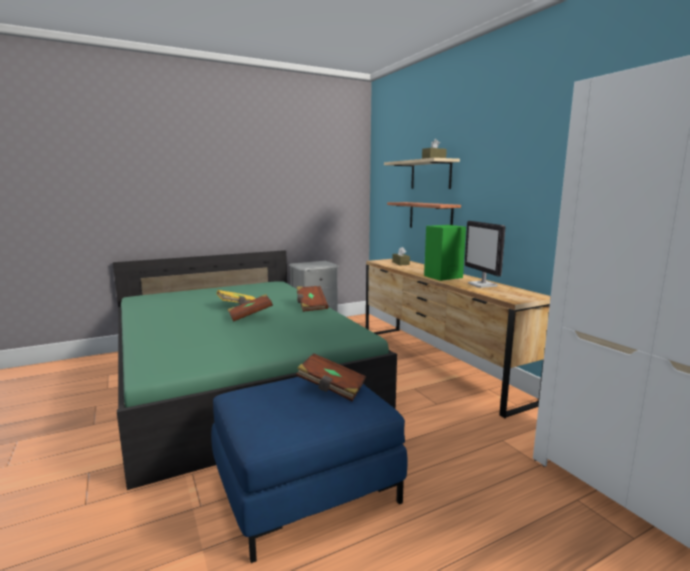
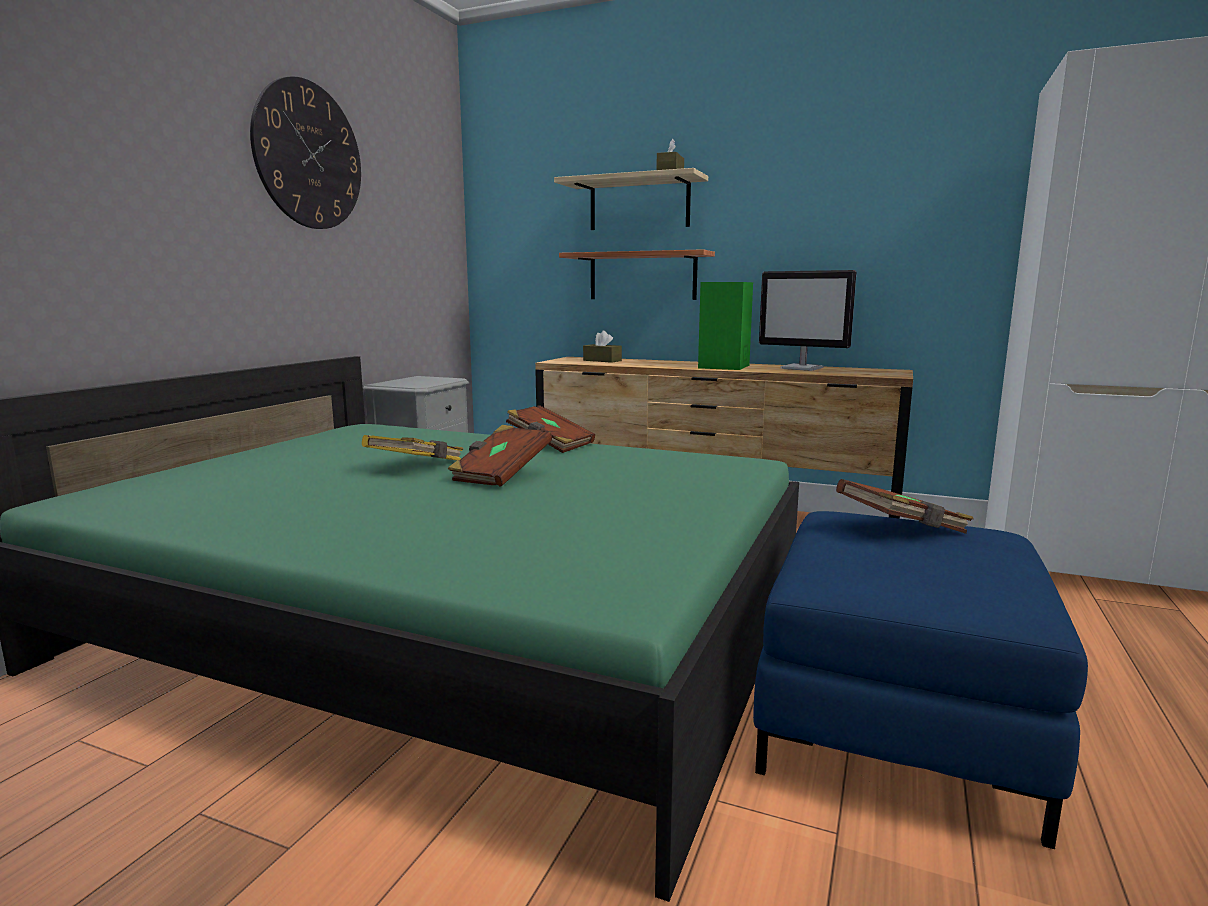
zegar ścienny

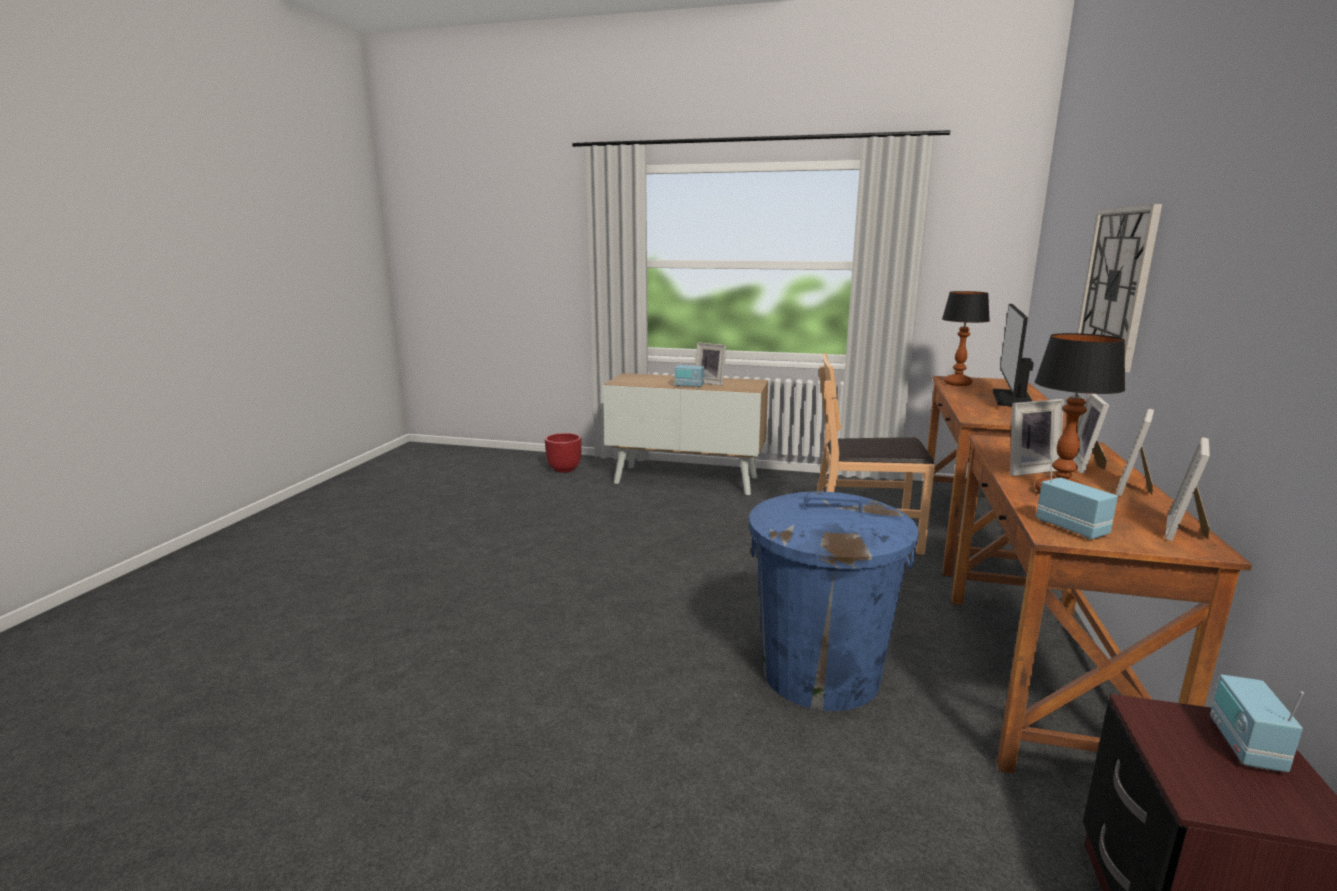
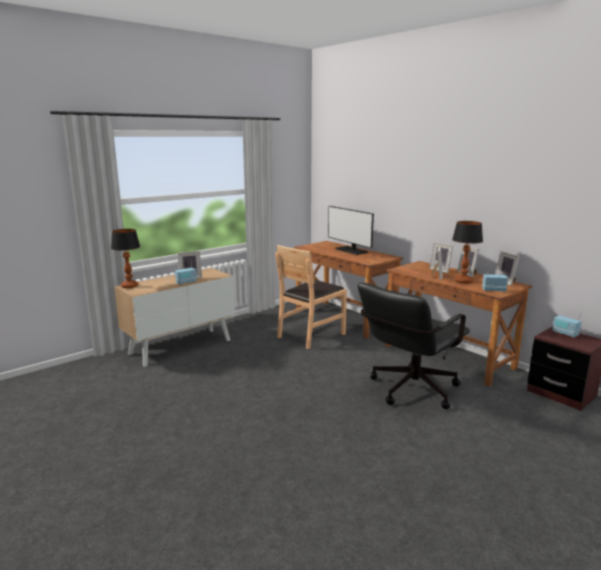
donica [czerwony]; krzesło biurowe [czarny]; lampa stołowa (1st from left); zegar ścienny

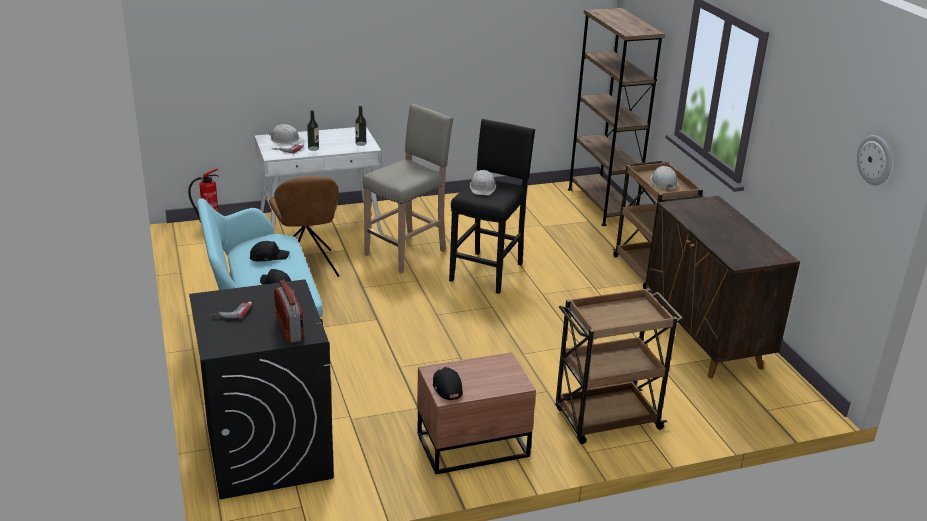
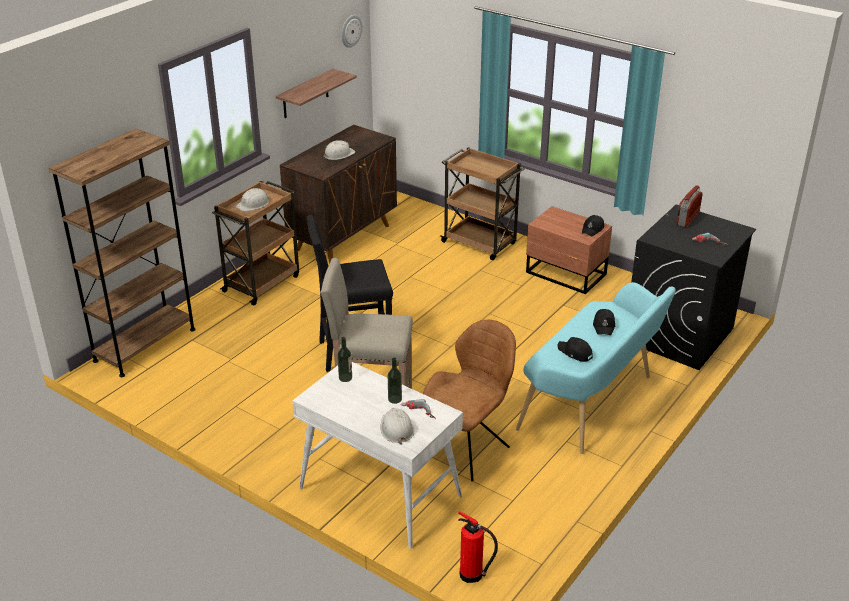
kask [biały] (2nd from left); półka

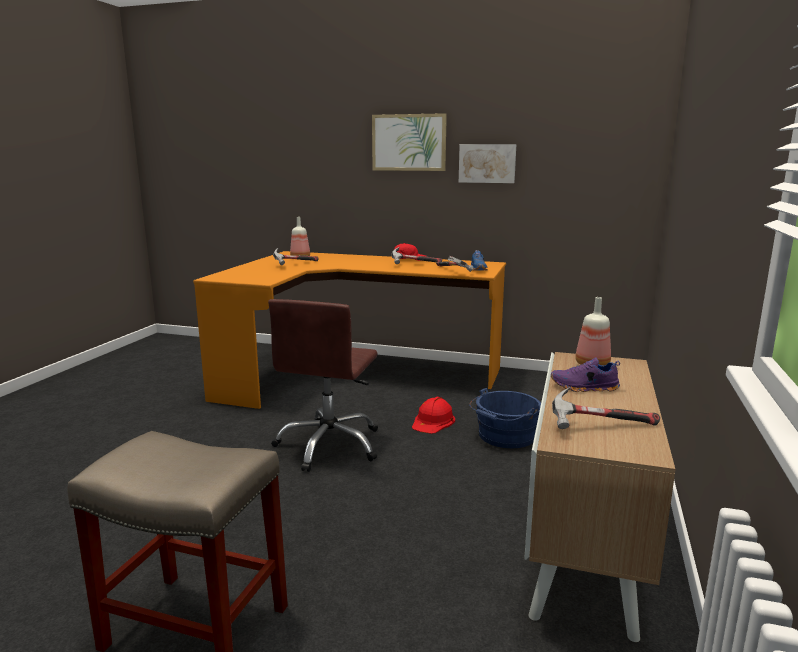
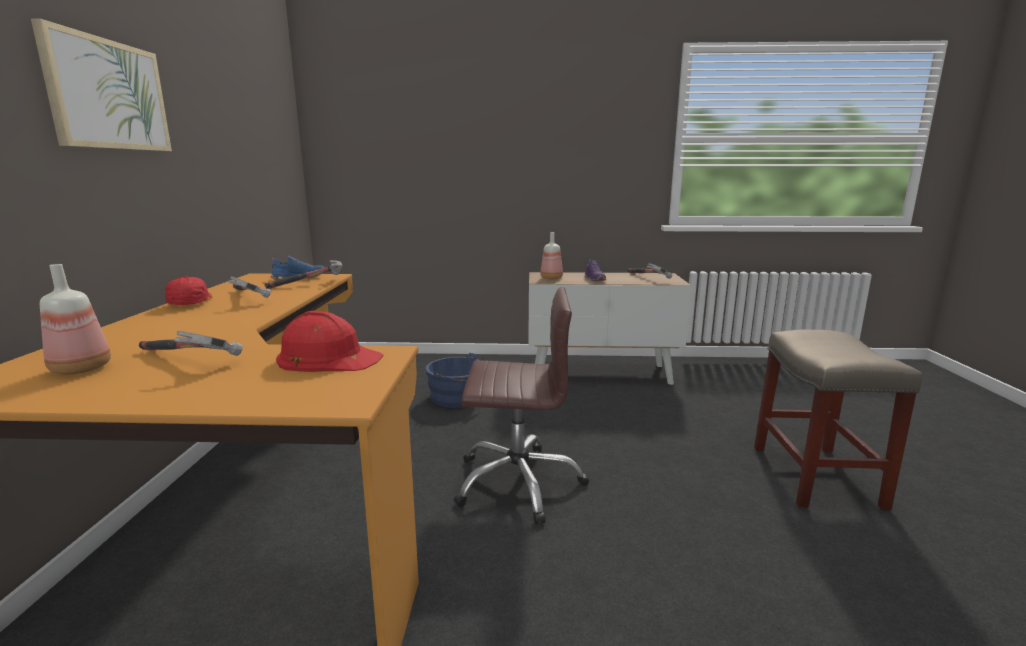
kask [czerwony]; obraz (2nd from left in the first image)

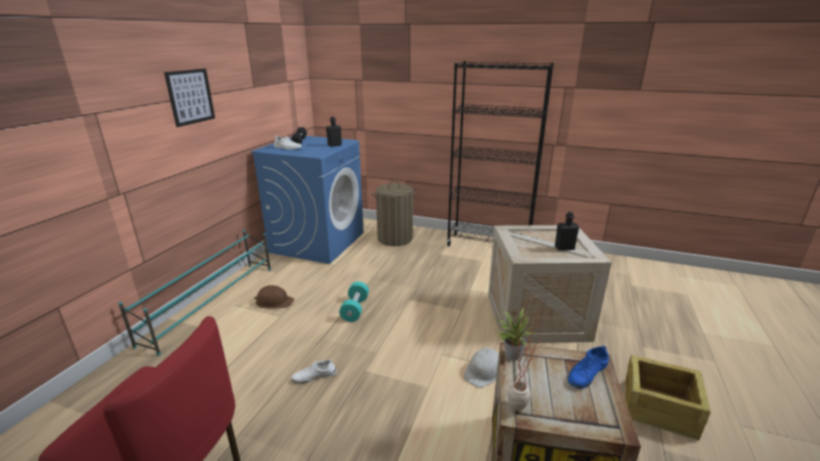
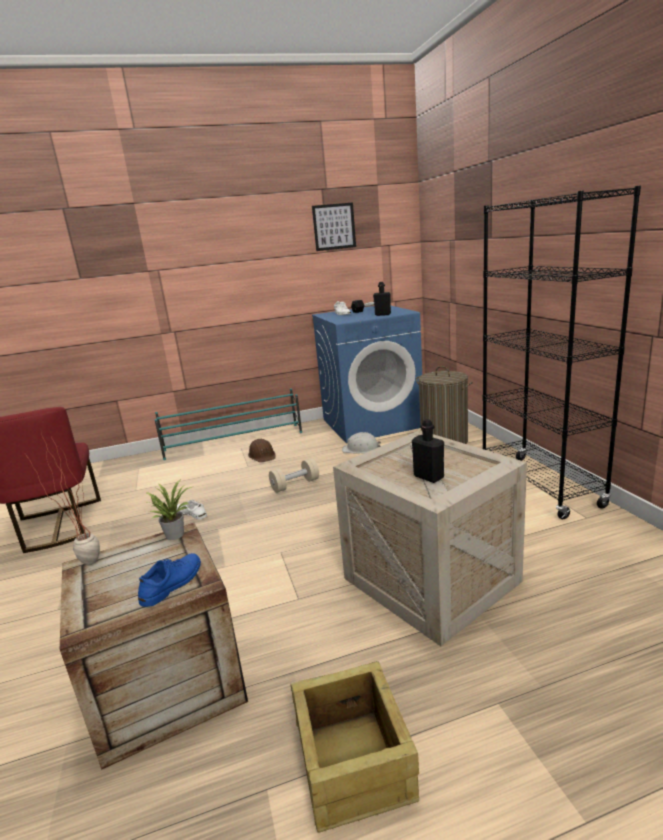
obraz; hantel [beżowy]; kask [biały]; but [niebieski]

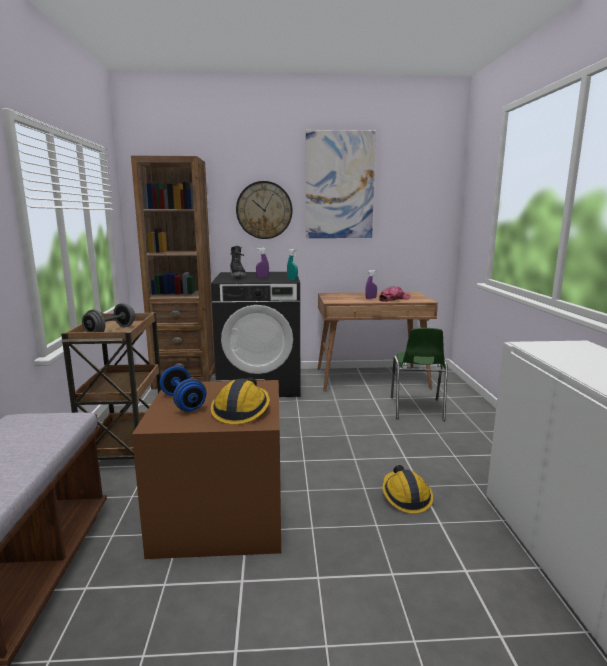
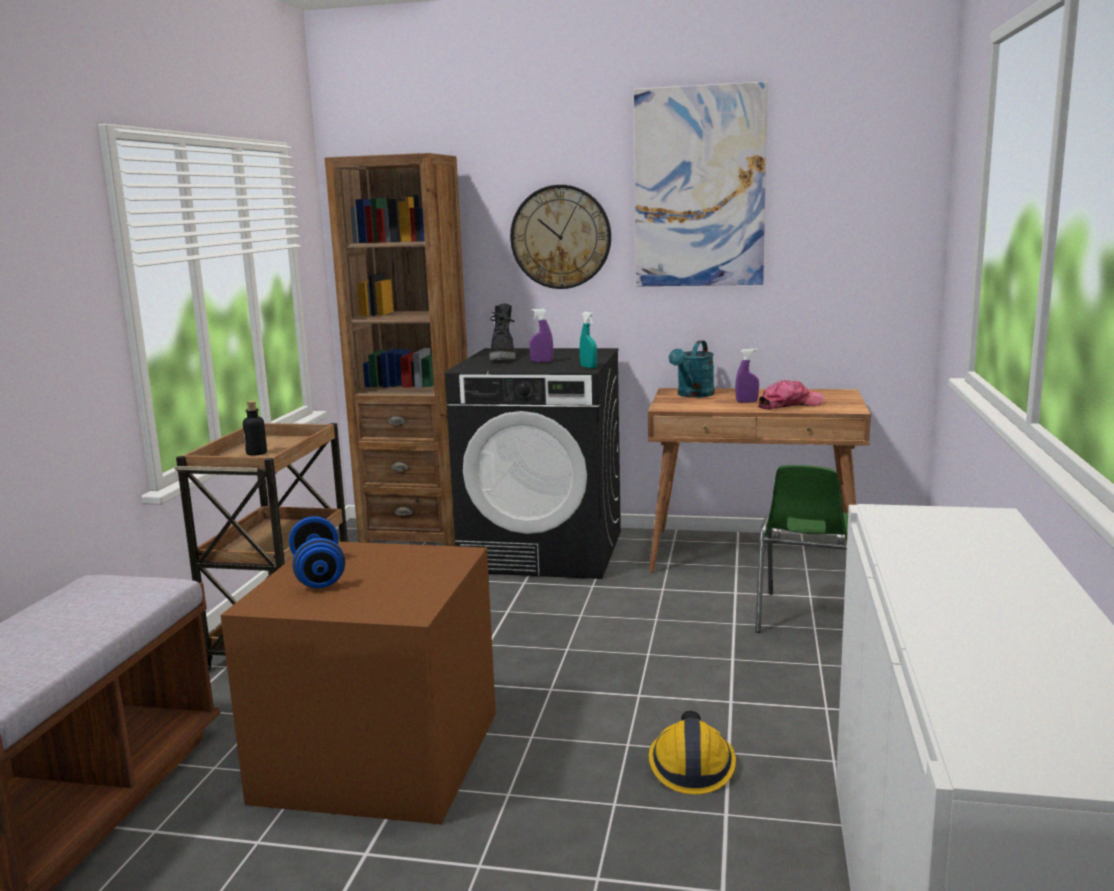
butelka; kask (1st from left in the first image); konewka [turkusowy]

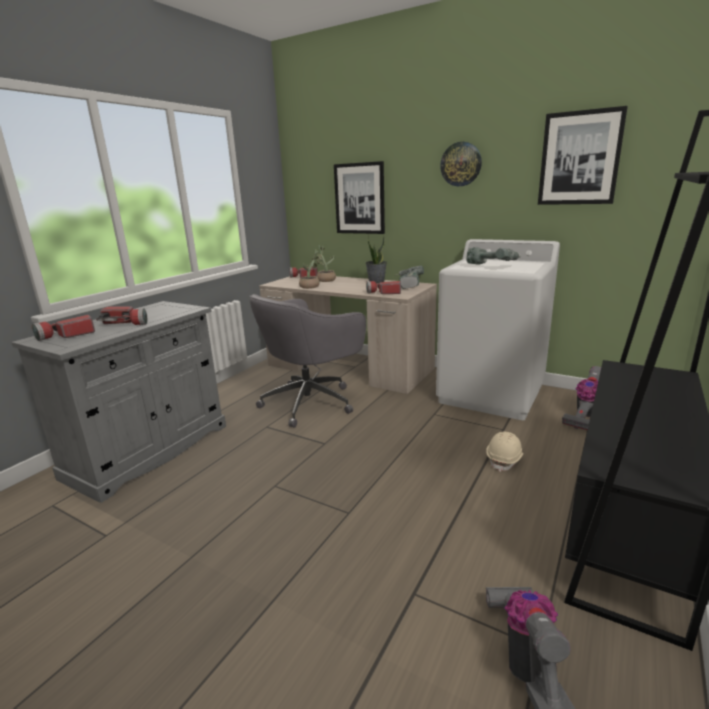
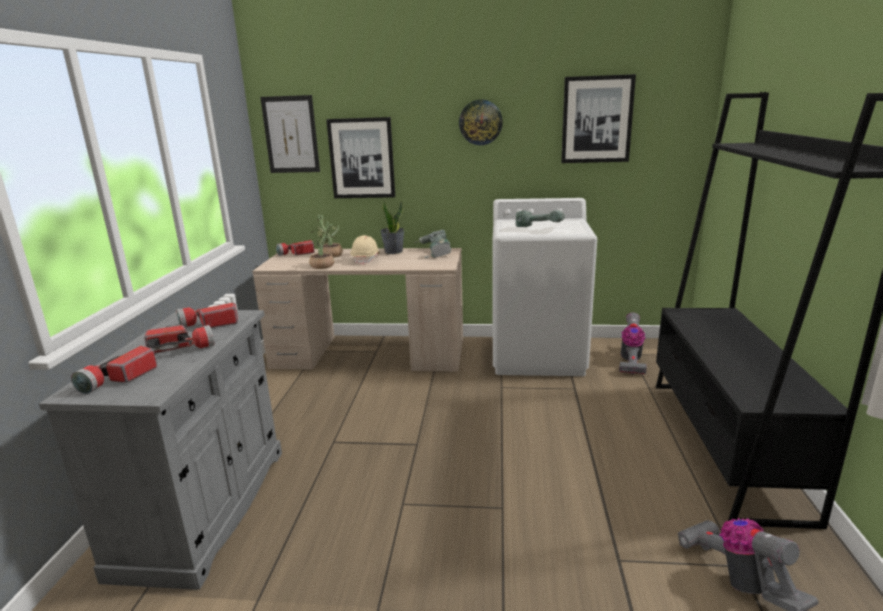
krzesło biurowe [szary]; latarka (3rd from left); kask [beżowy]; obraz (1st from left)

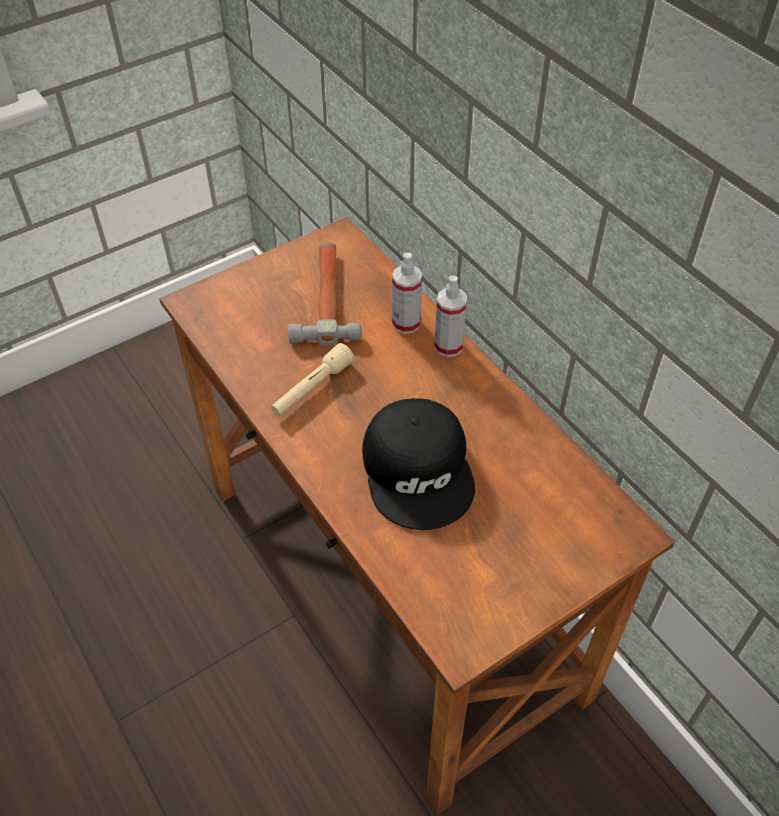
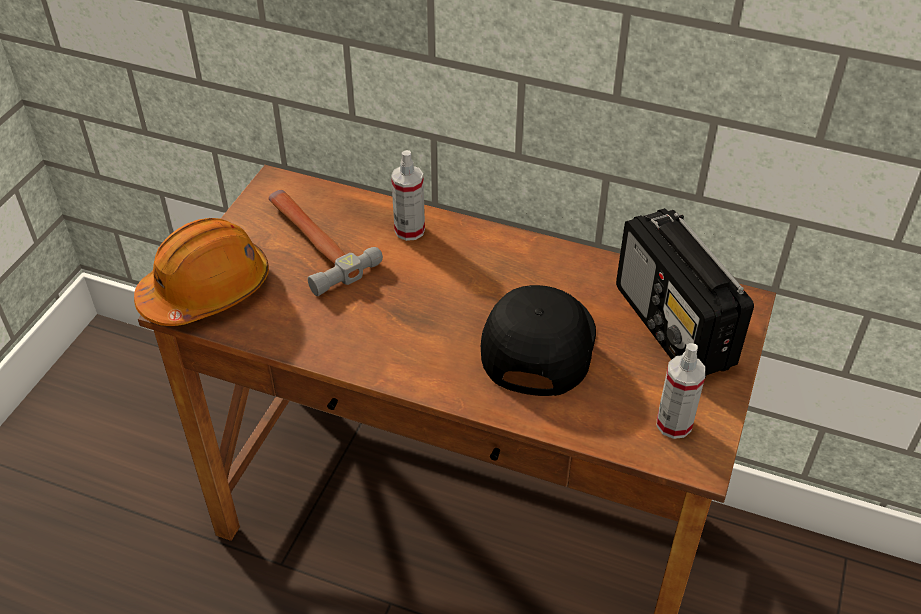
latarka [beżowy]; czapka z daszkiem [czarny]; spryskiwacz (2nd from left); kask [pomarańczowy]; radio

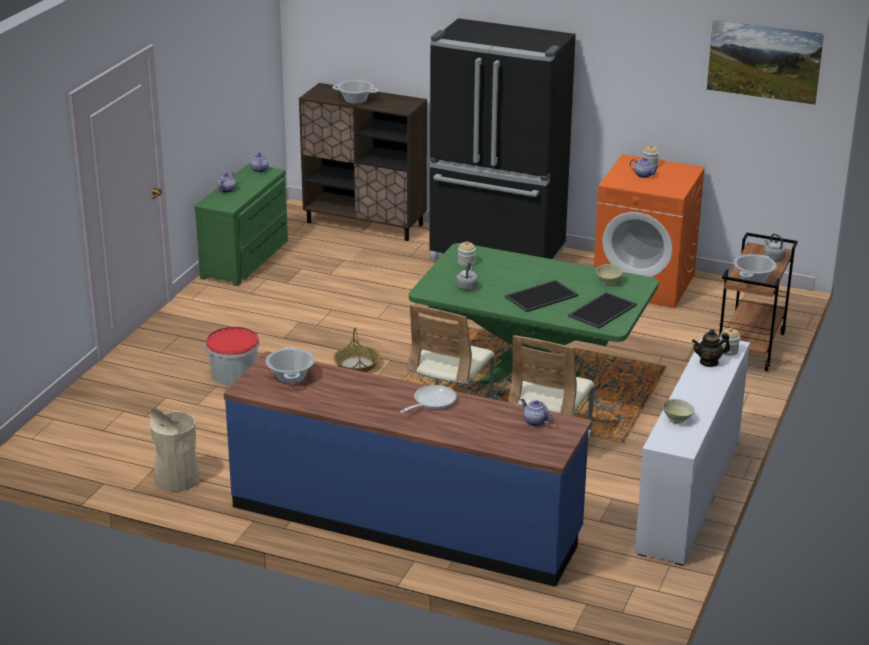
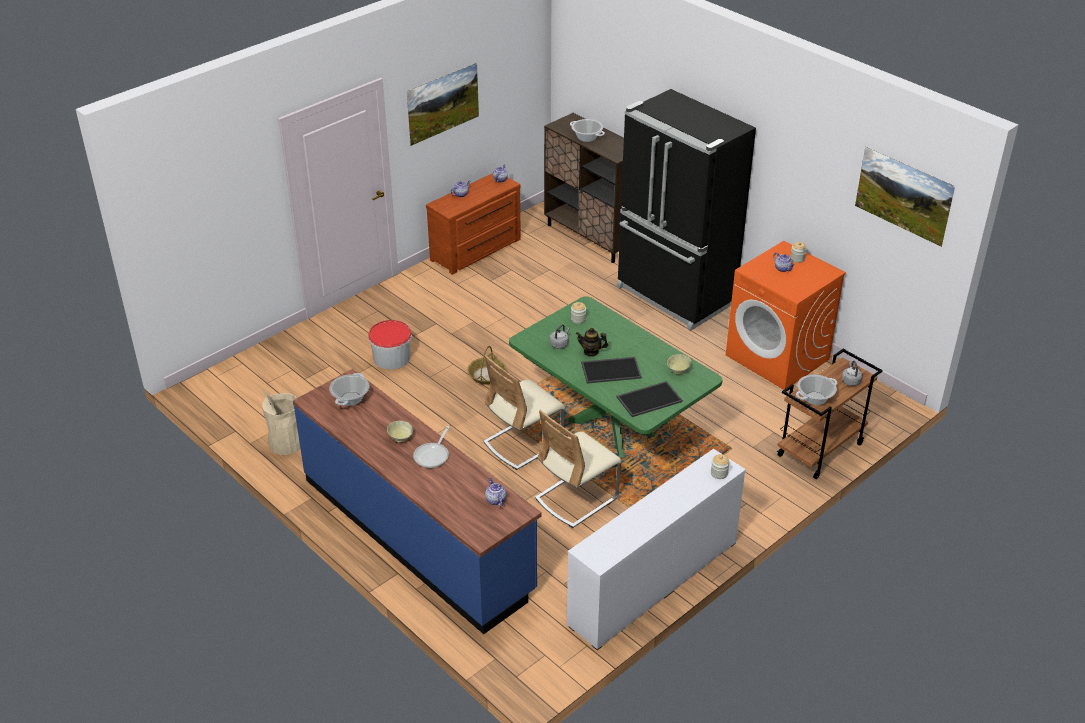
komoda [brązowy]; patelnia; miska [beżowy] (1st from left); imbryk (4th from left); obraz (1st from left)

